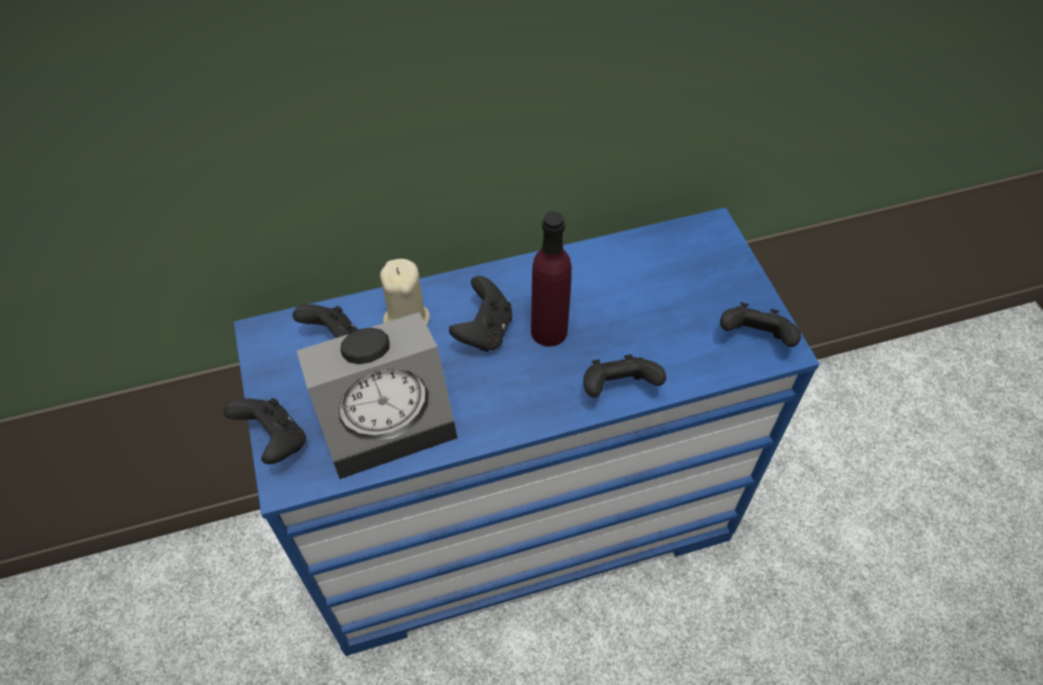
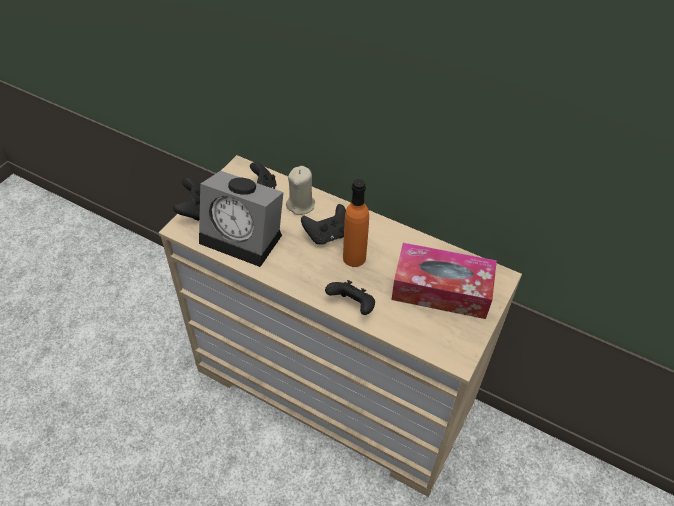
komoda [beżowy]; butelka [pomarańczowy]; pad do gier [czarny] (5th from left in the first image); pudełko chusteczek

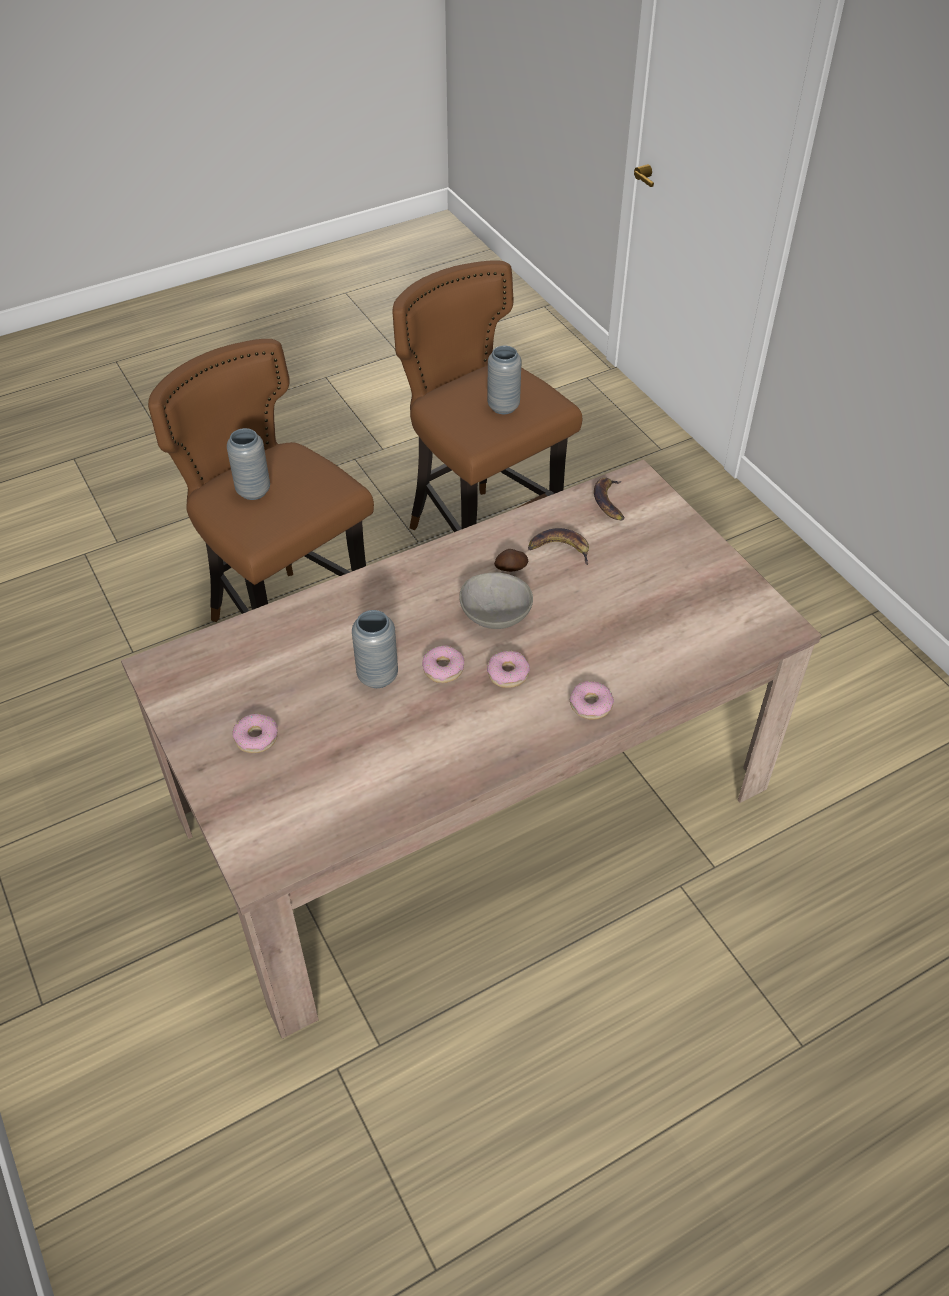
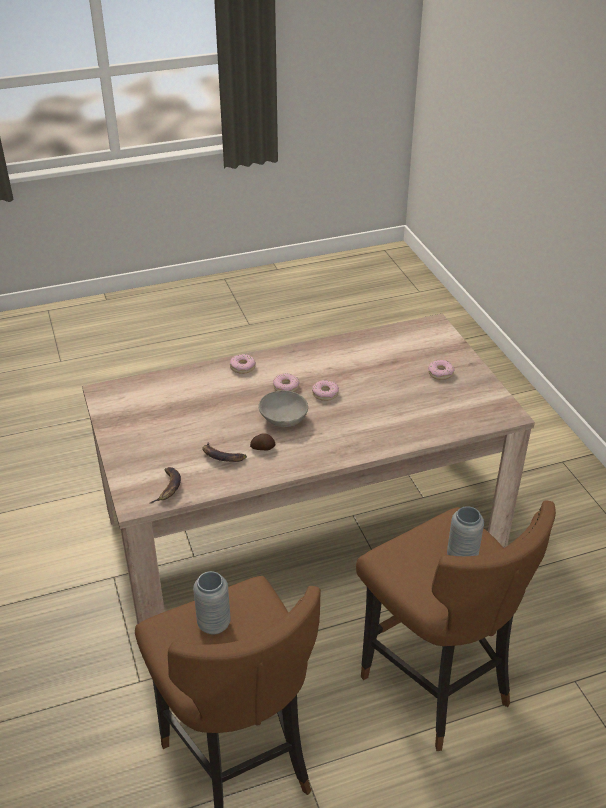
wazon [szary] (2nd from left in the first image)

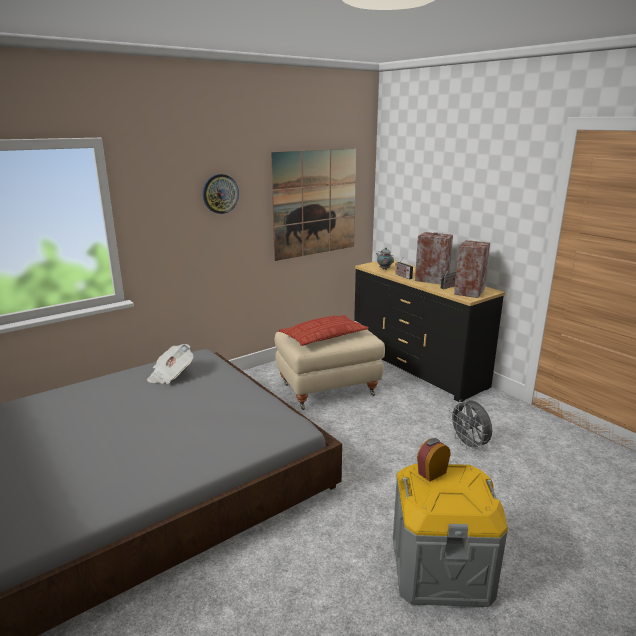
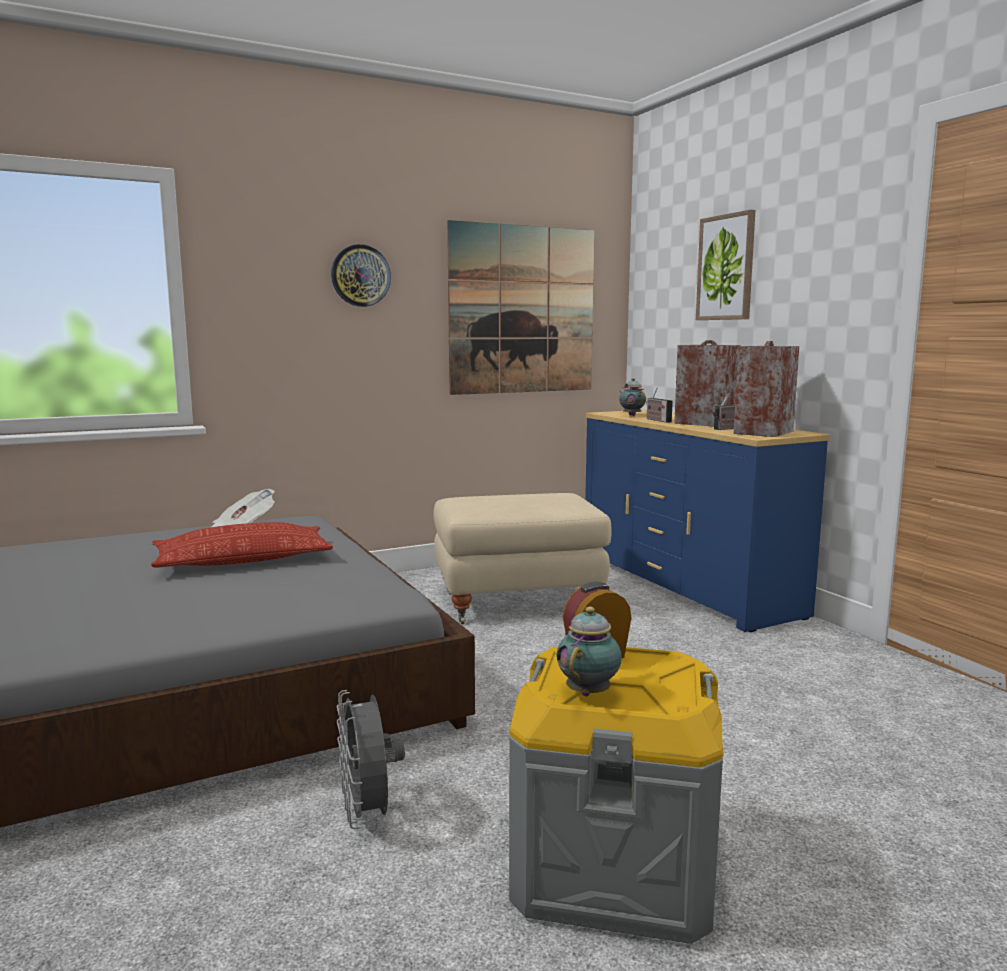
poduszka; komoda [niebieski]; wentylator [szary]; imbryk (1st from left); obraz (2nd from left)

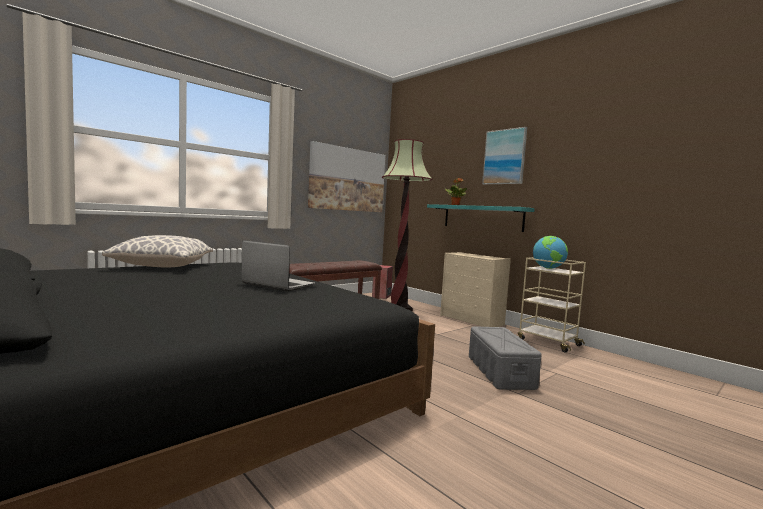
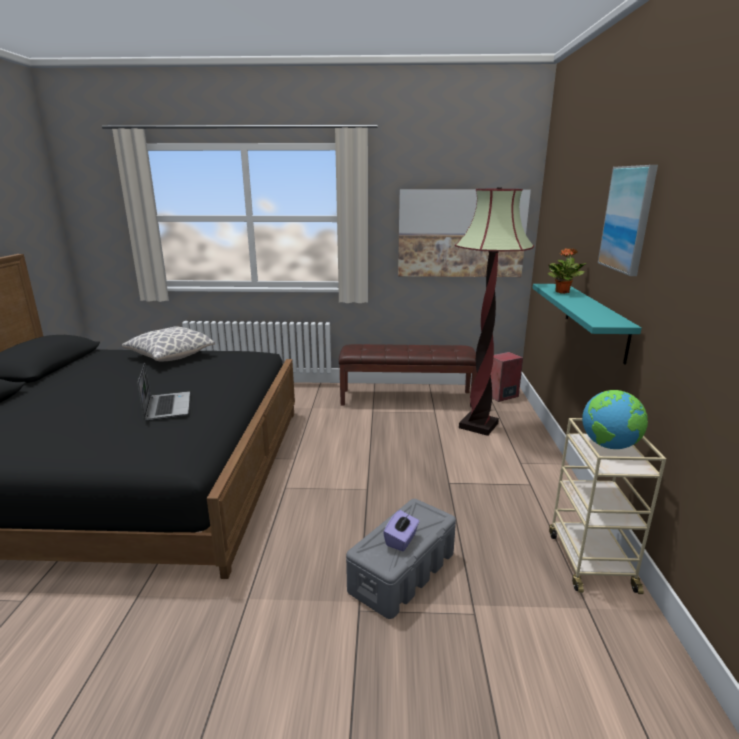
komoda [beżowy]; pudełko chusteczek [fioletowy]

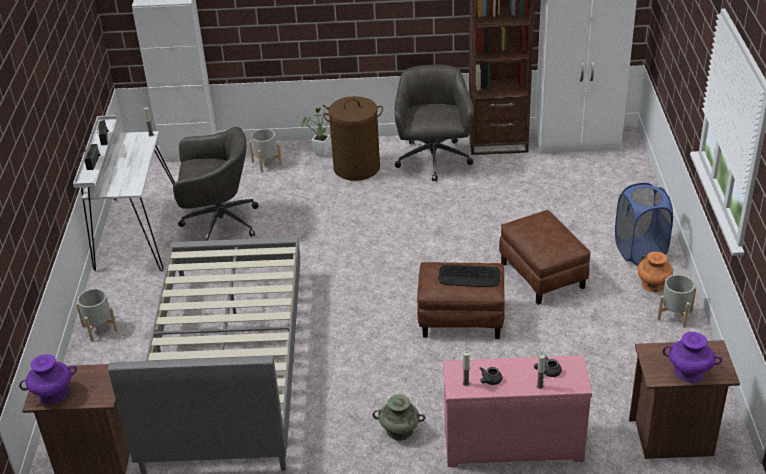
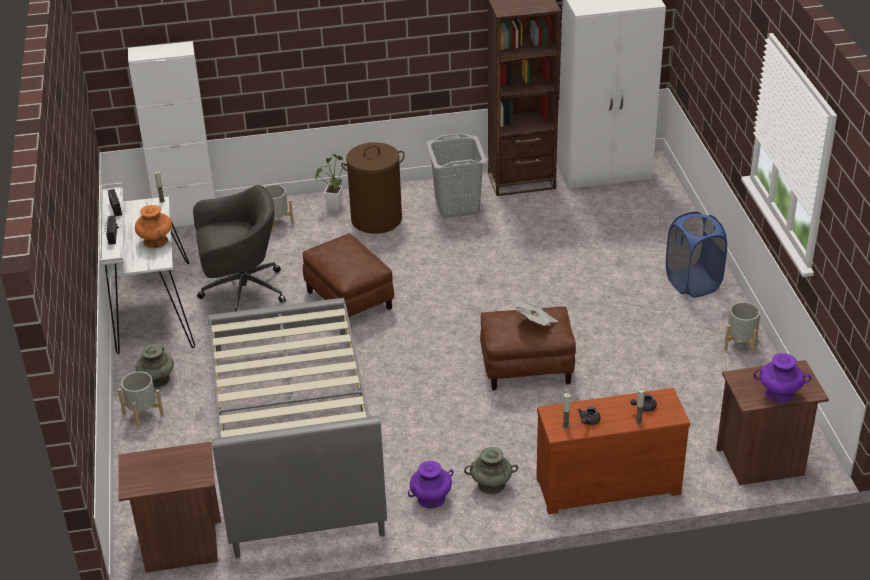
wazon [fioletowy] (1st from left); kosz na pranie [szary]; gazeta; komoda [brązowy]; pufa [brązowy] (1st from left); wazon [pomarańczowy]; wazon [turkusowy] (1st from left)

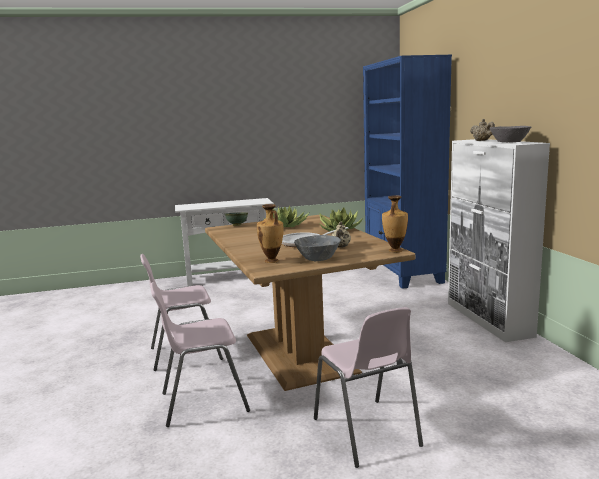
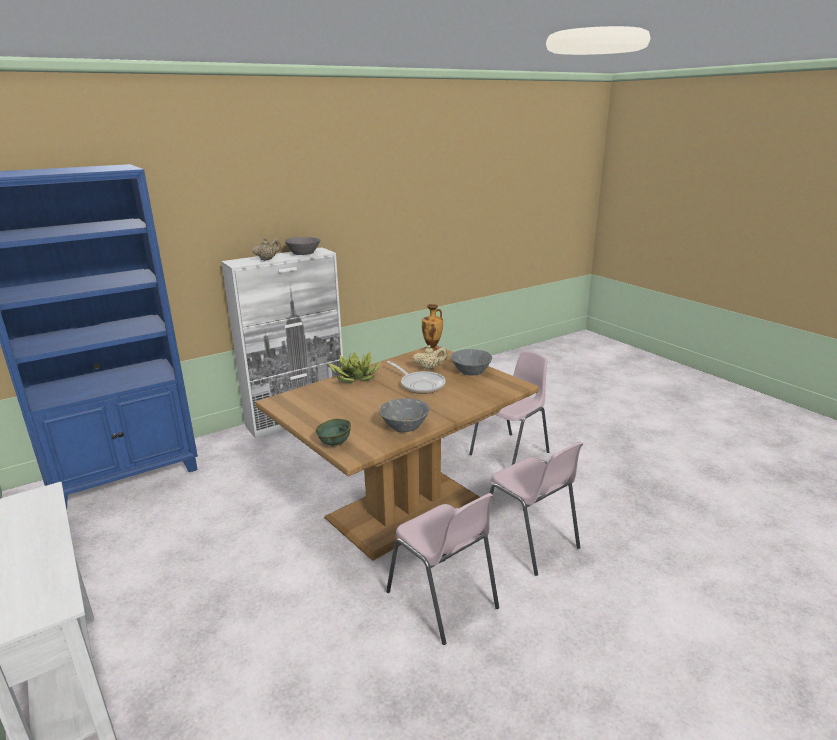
wazon (1st from left in the first image); roślina doniczkowa (1st from left in the first image); miska [szary] (2nd from left)

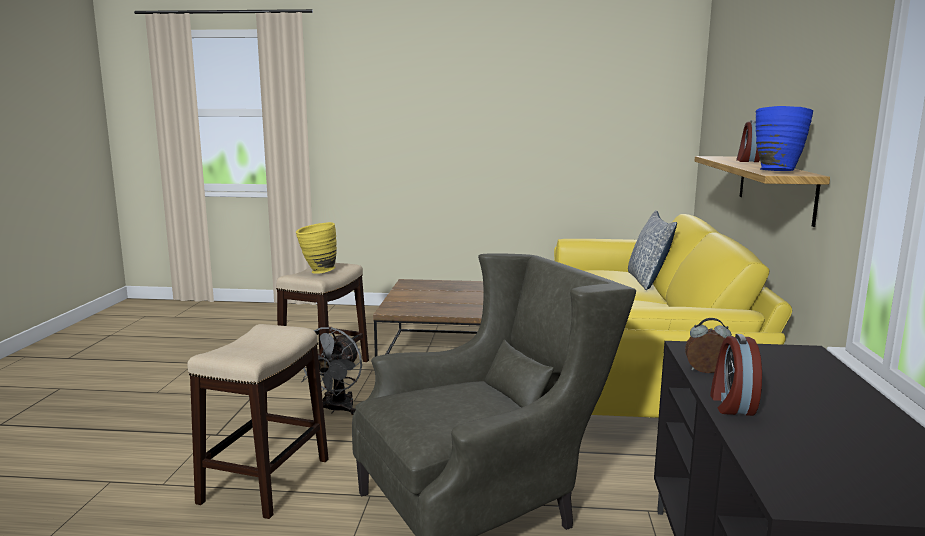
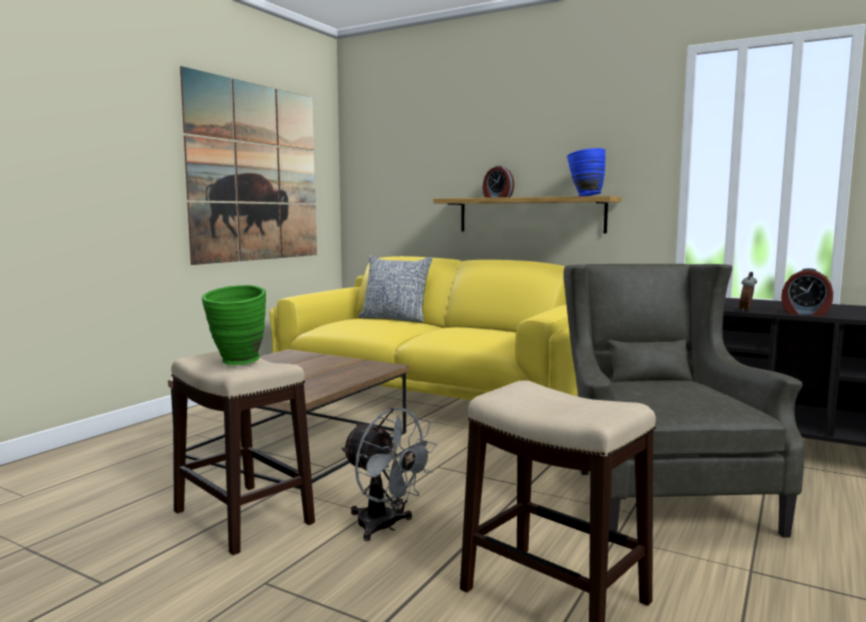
wazon [zielony]; obraz

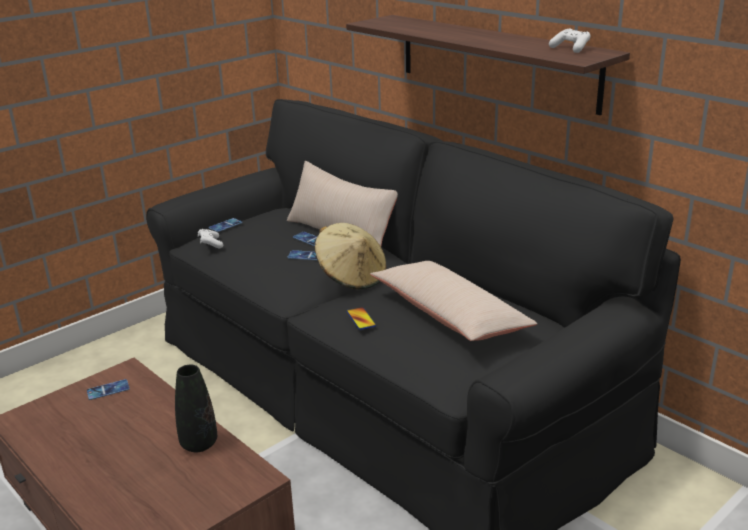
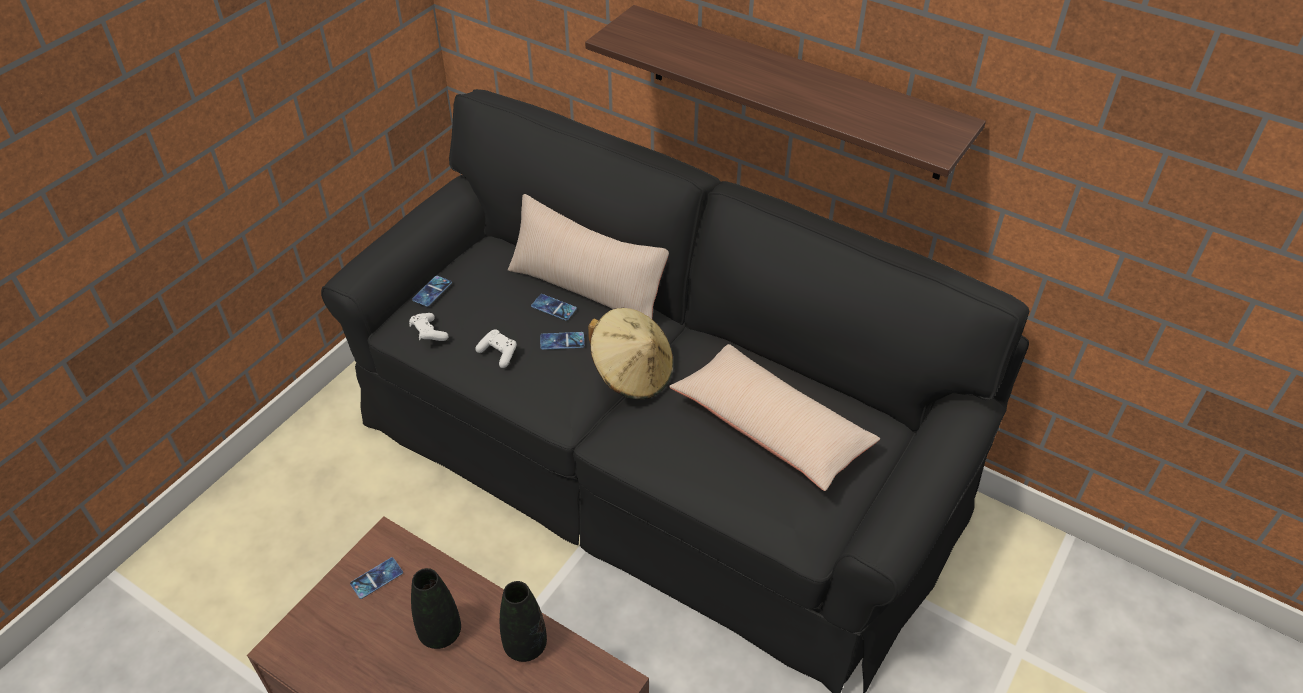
telefon (5th from left in the first image); pad do gier [biały] (2nd from left); wazon [czarny] (1st from left)

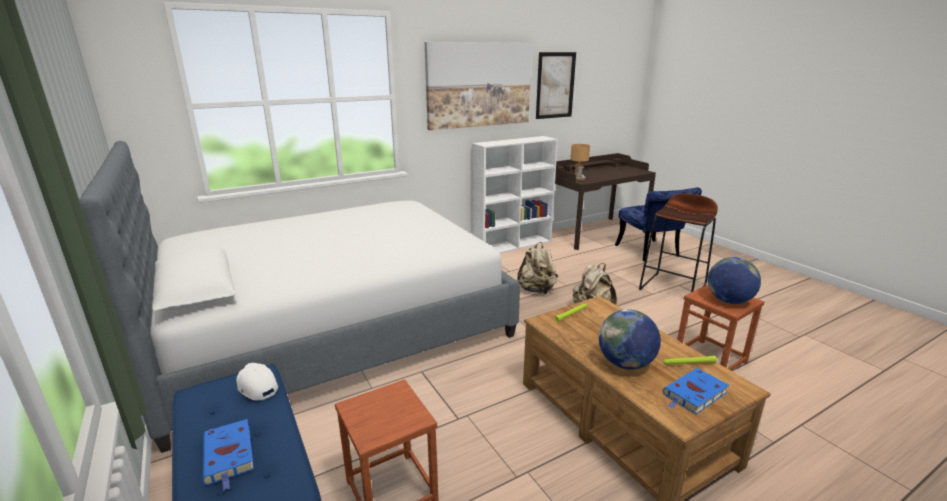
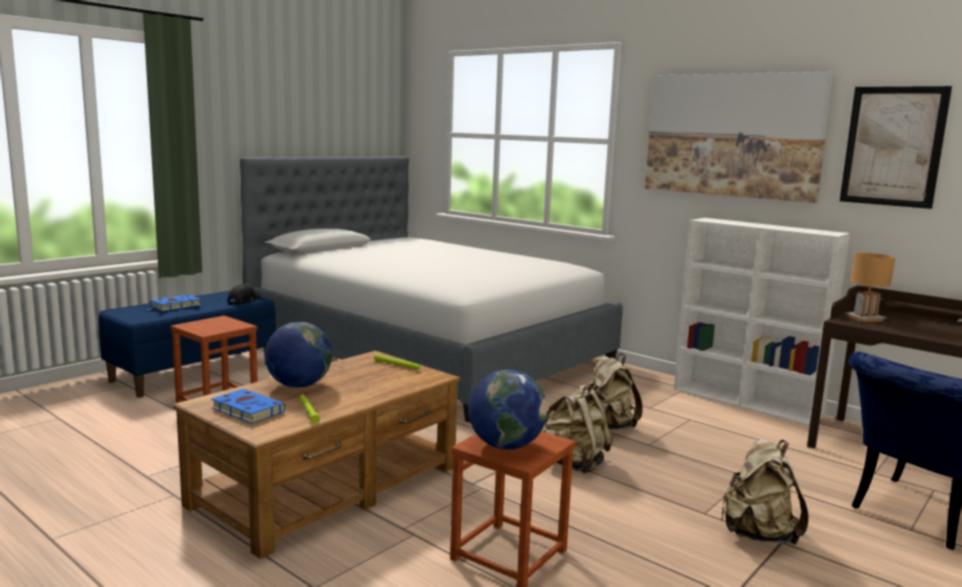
czapka z daszkiem [czarny]; plecak [beżowy] (3rd from left)

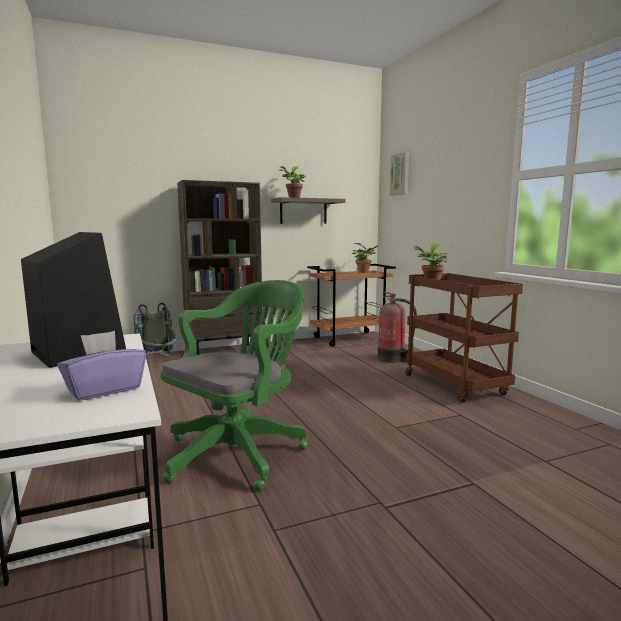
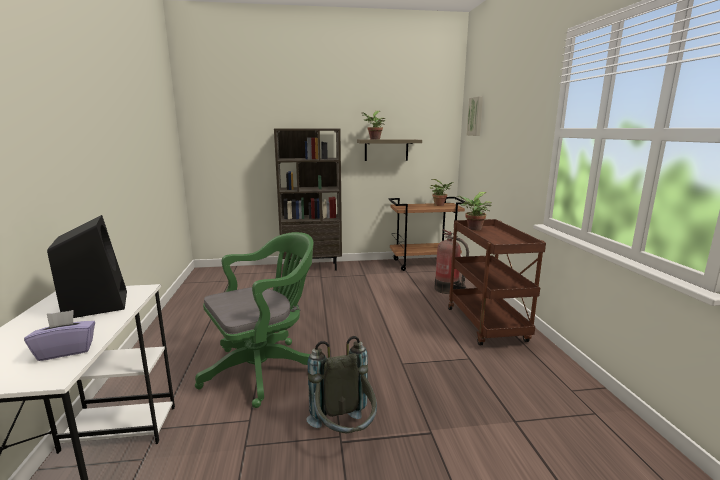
plecak [szary]

